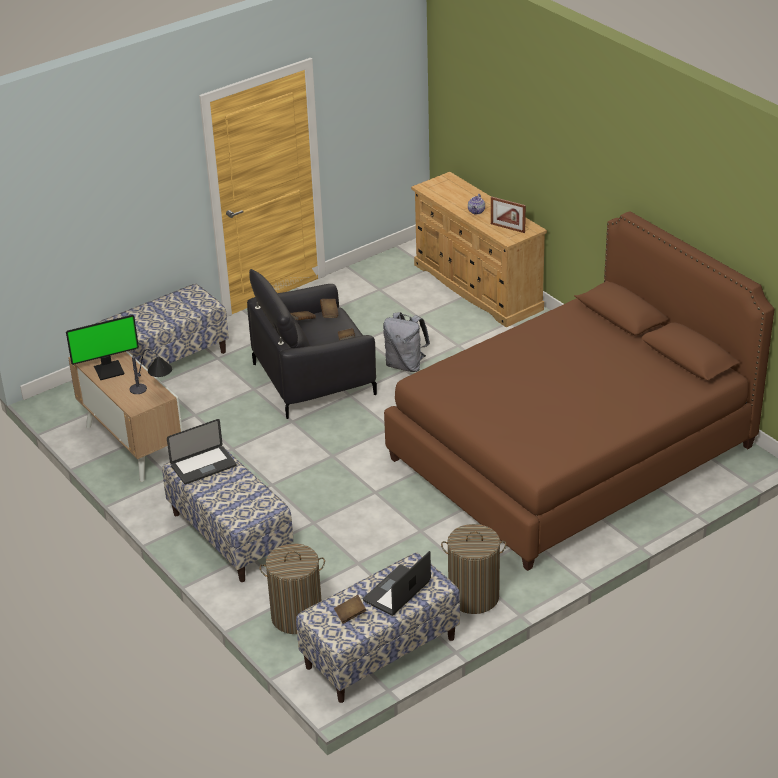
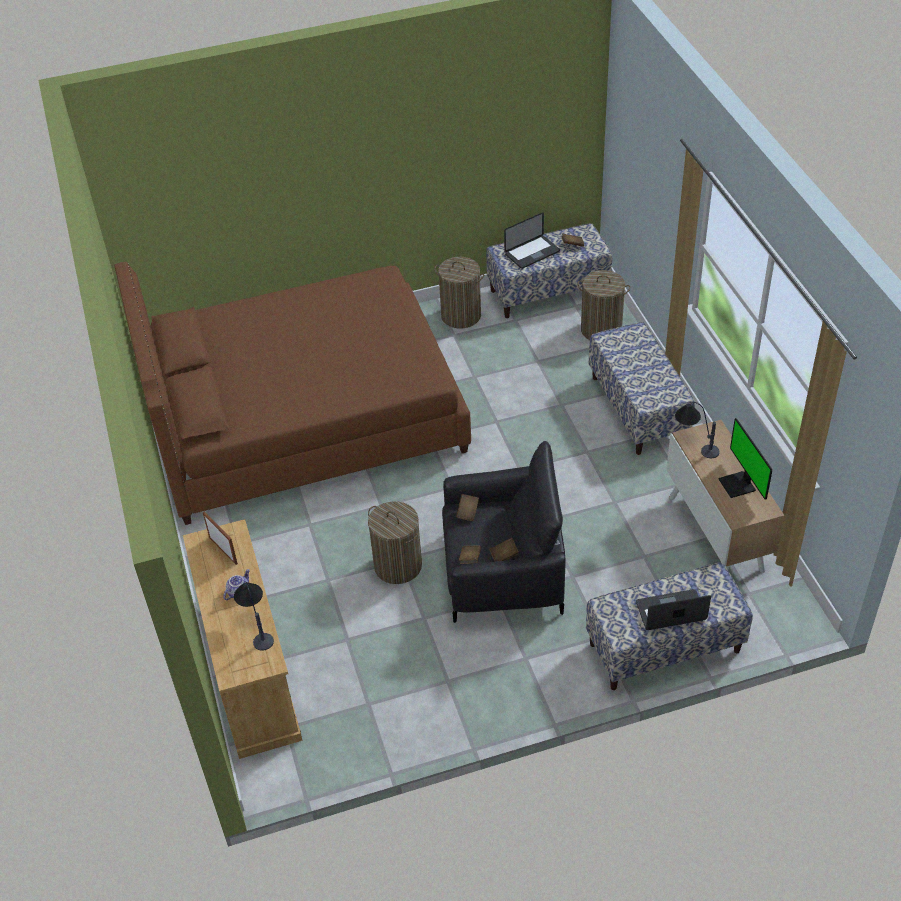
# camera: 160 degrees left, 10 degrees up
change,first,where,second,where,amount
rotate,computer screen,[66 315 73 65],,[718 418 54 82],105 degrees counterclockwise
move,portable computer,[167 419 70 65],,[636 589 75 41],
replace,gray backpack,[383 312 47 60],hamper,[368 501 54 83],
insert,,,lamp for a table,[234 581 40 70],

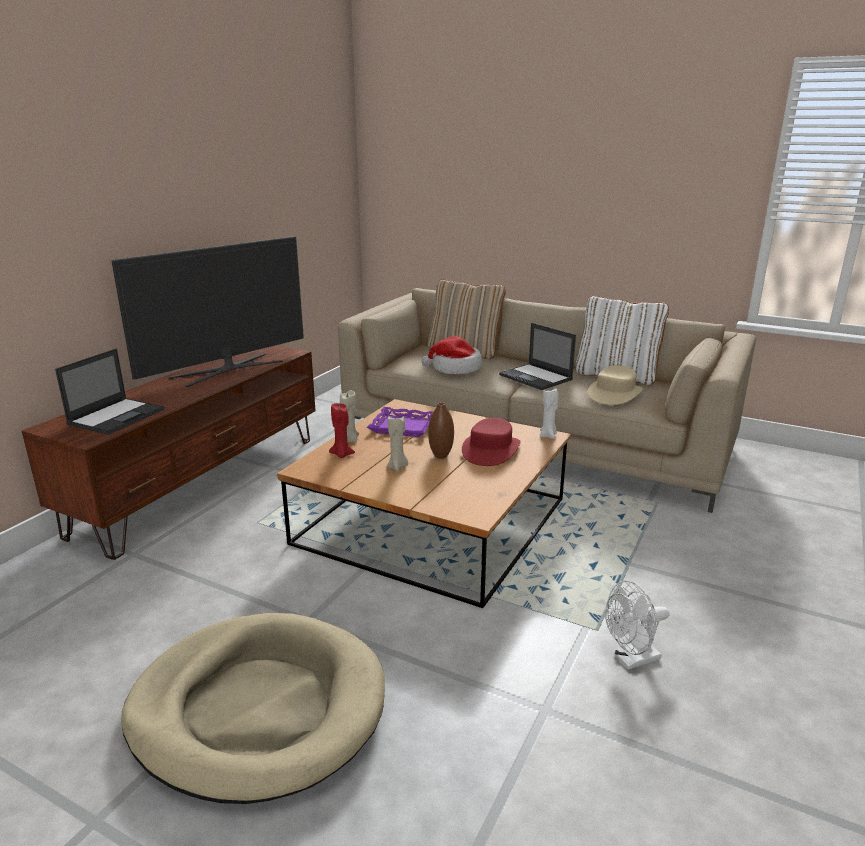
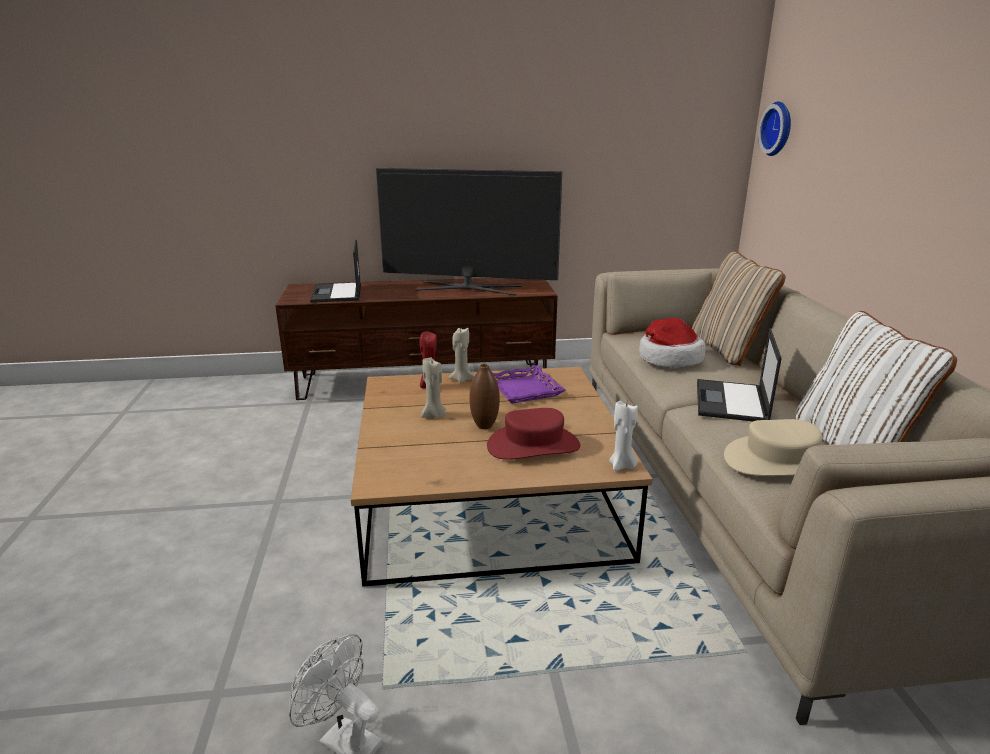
# camera: 55 degrees right, 0 degrees up
change,first,where,second,where,amount
rotate,portable computer,[55 349 109 86],,[310 240 51 63],90 degrees clockwise
delete,beige pet bed,[121 613 264 191],,,
insert,,,clock on the wall,[758 101 33 55],

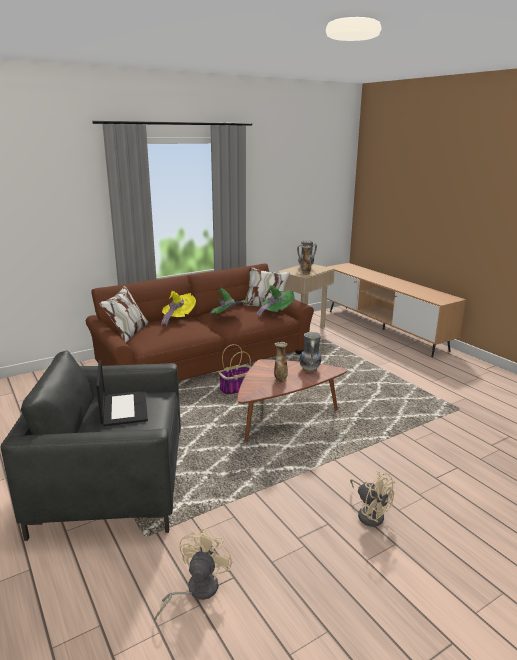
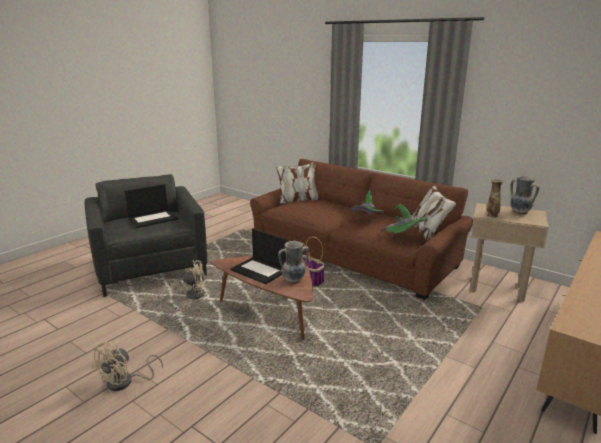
# camera: 70 degrees right, 0 degrees up
change,first,where,second,where,amount
move,beige cooling fan,[155 529 77 91],,[168 260 38 39],
delete,yellow wearable hat,[161 291 35 35],,,
replace,decorative vase,[274 342 14 41],portable computer,[230 229 58 55],

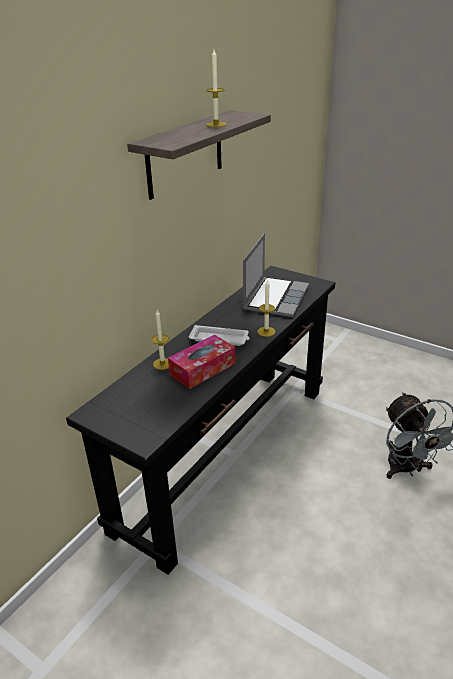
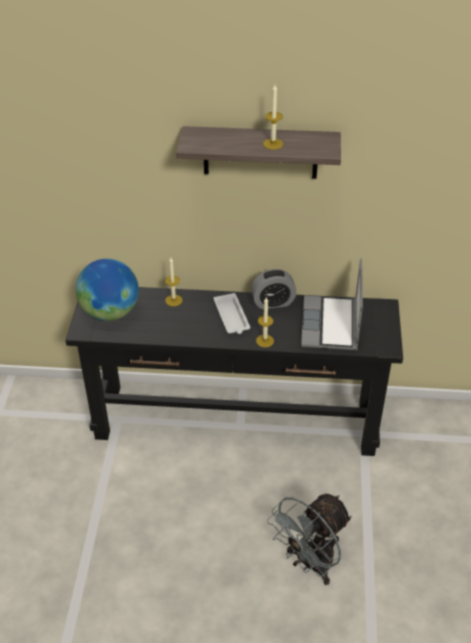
# camera: 60 degrees right, 10 degrees up
change,first,where,second,where,amount
delete,tissue holder,[168 335 68 54],,,
rotate,portable computer,[243 233 66 84],,[301 258 62 92],105 degrees clockwise
insert,,,globe,[76 259 63 62],
insert,,,table clock,[251 269 45 40],

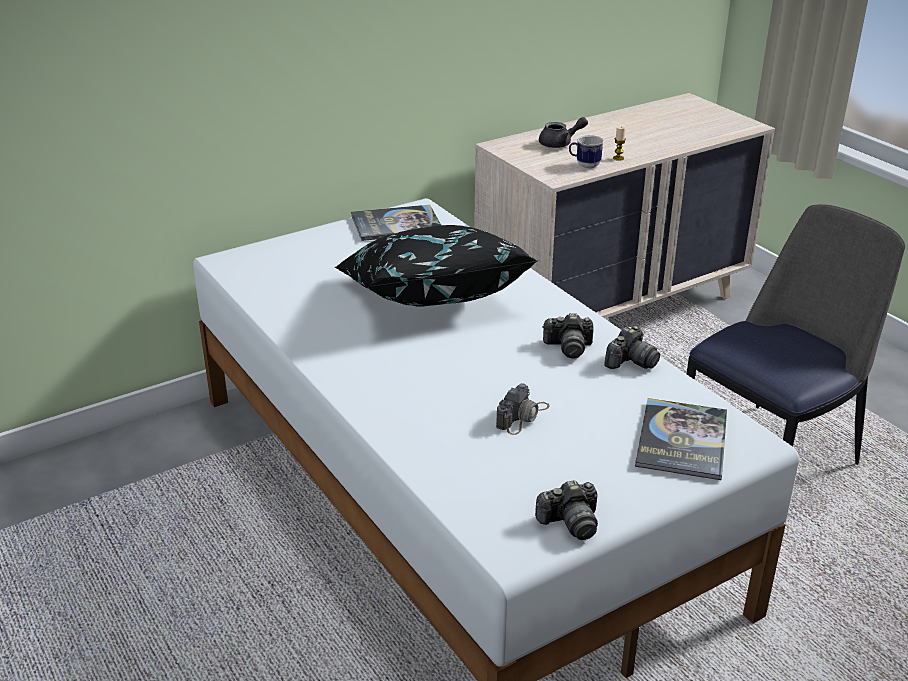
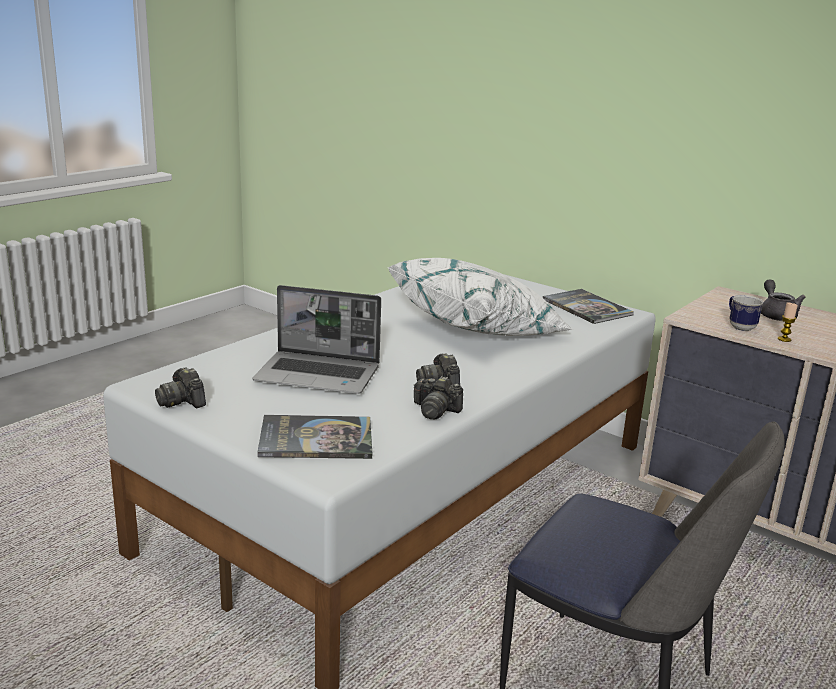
# camera: 70 degrees right, 10 degrees down
change,first,where,second,where,amount
recolor,black cushion,[335 225 204 81],white-coloured cushion,[388 258 185 78],
replace,photo camera,[496 383 54 52],portable computer,[253 285 128 109],
rotate,gray pot for tea,[539 117 49 31],,[761 279 45 42],150 degrees counterclockwise

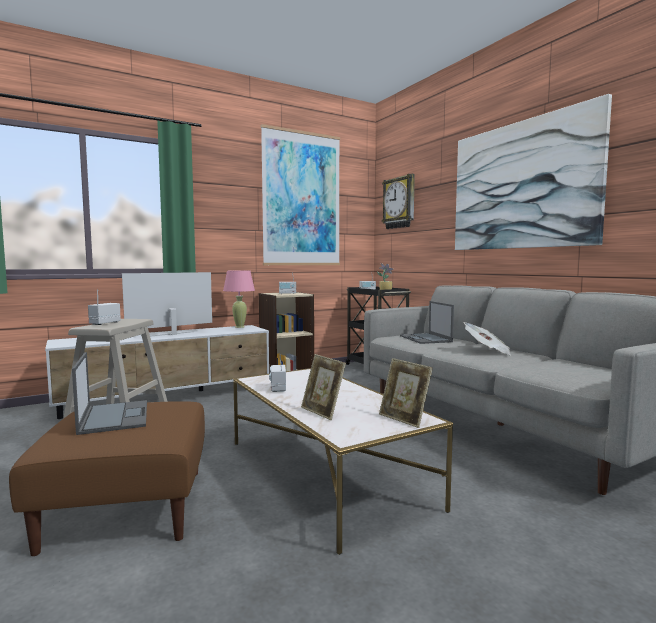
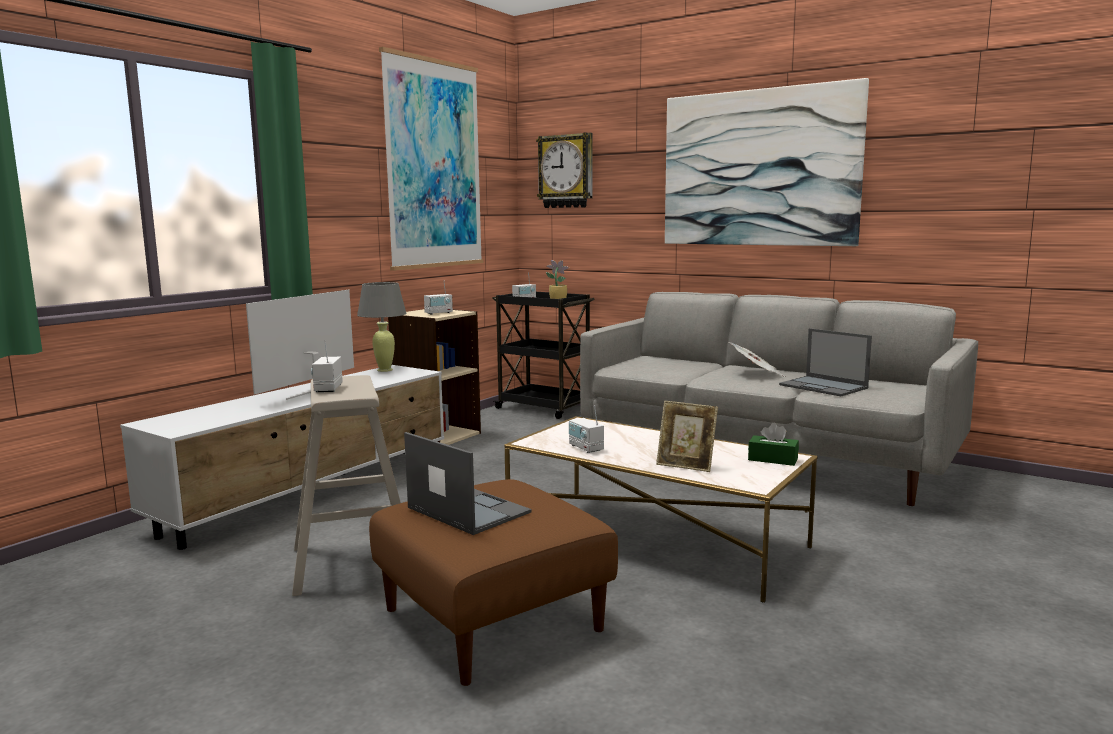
# camera: 25 degrees left, 5 degrees up
change,first,where,second,where,amount
recolor,pink-coloured lamp for a table,[223 270 32 58],gray lamp for a table,[357 282 50 90],
replace,standing frame,[379 358 54 70],green tissue holder,[748 423 51 43],
move,portable computer,[400 301 54 43],,[779 328 93 68],

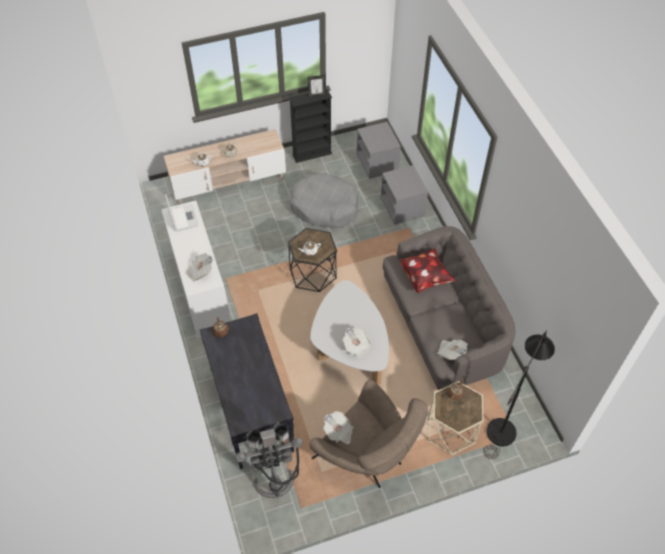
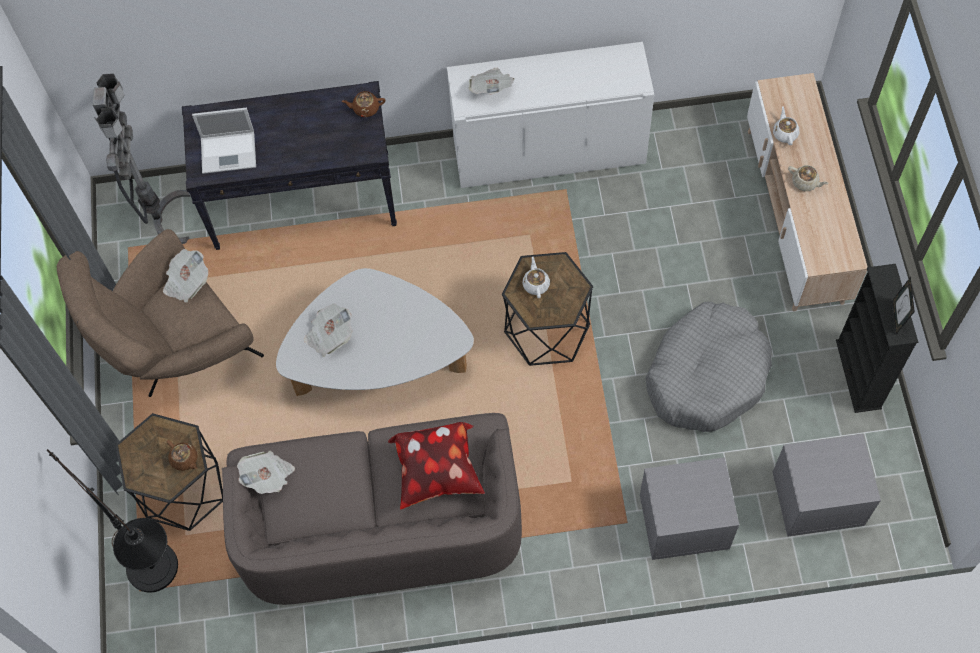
# camera: 105 degrees right, 10 degrees up
change,first,where,second,where,amount
move,portable computer,[165 194 34 38],,[192 108 64 66],
recolor,beige end table,[428 381 56 74],black end table,[115 413 108 118],

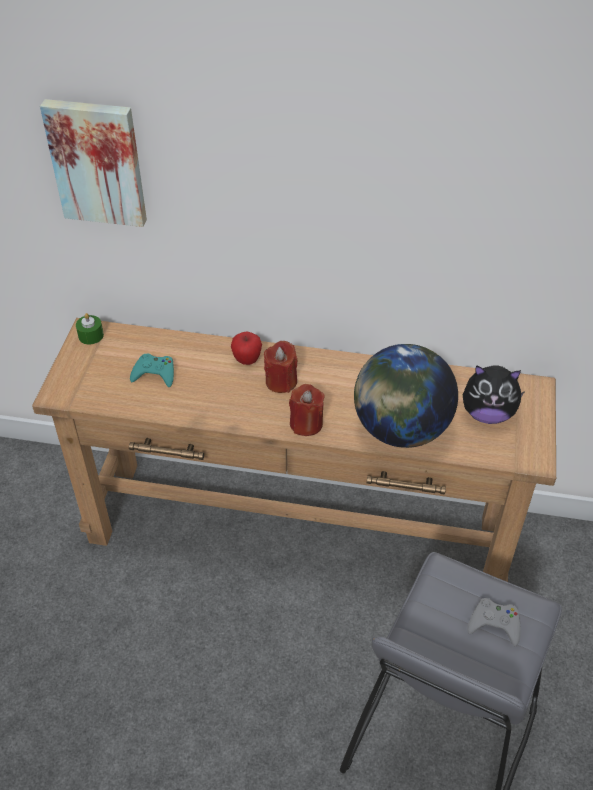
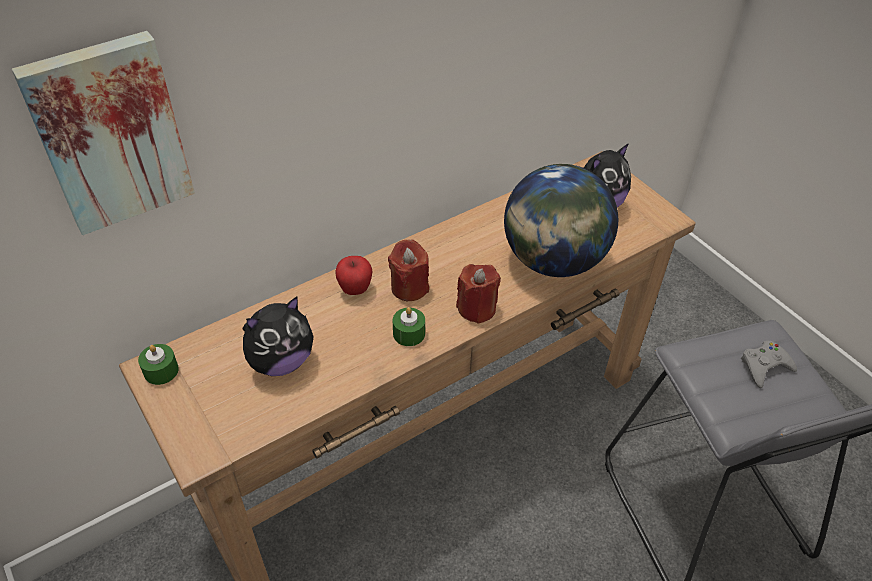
# camera: 45 degrees left, 0 degrees up
change,first,where,second,where,amount
replace,turquoise gamepad,[130 354 44 33],cuddly toy,[242 297 72 79],
insert,,,green wax candle,[393 307 32 39],

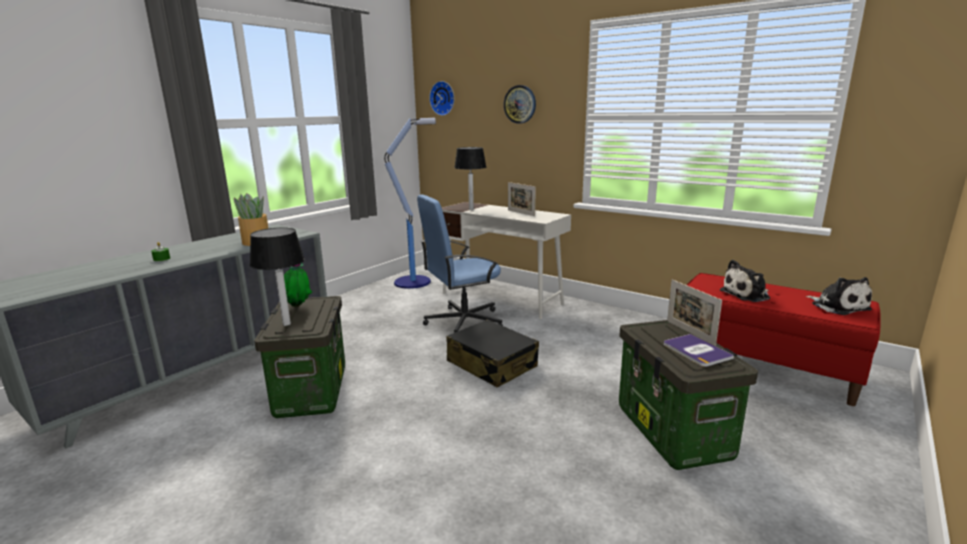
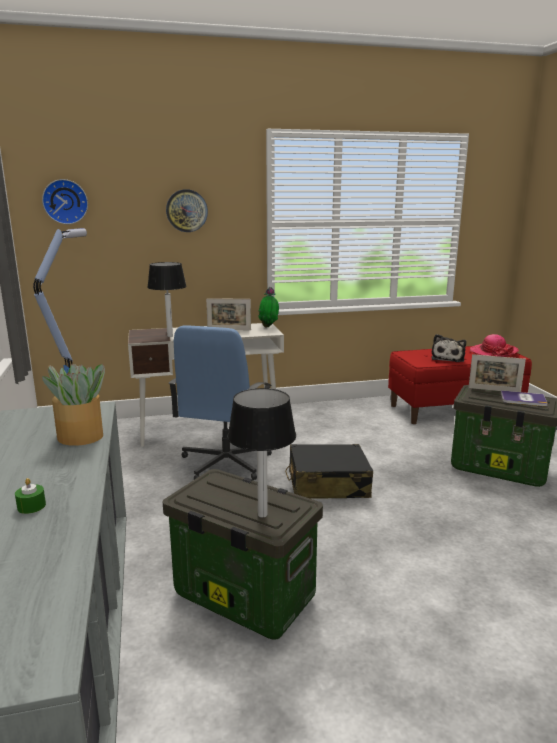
# camera: 50 degrees left, 0 degrees up
change,first,where,second,where,amount
move,potted plant,[284 263 28 44],,[259 287 20 41],
replace,cuddly toy,[806 277 66 38],wearable hat,[470 334 49 23],

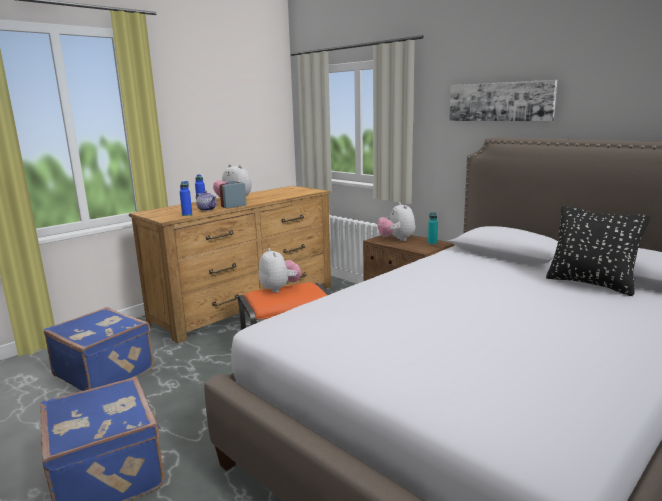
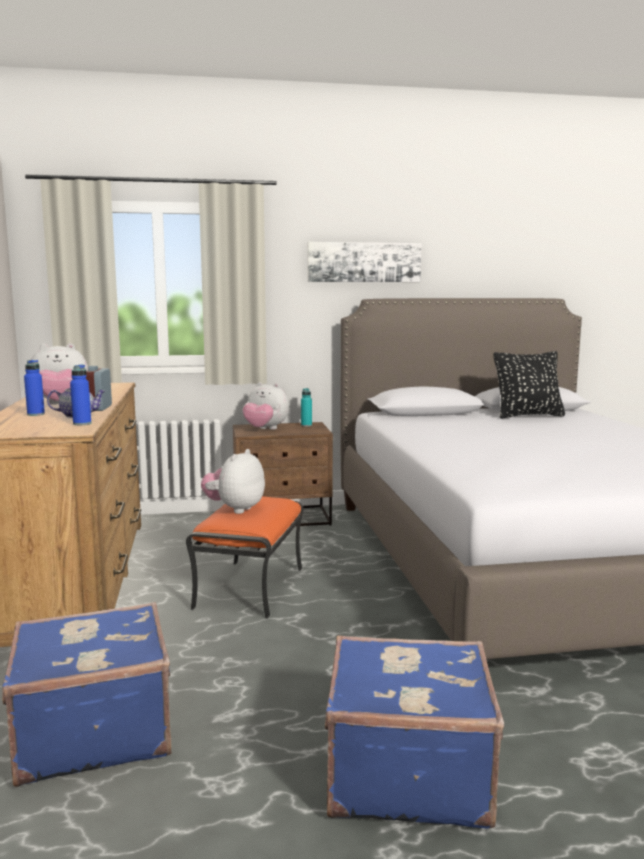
# camera: 55 degrees left, 5 degrees down
change,first,where,second,where,amount
rotate,cuddly toy,[259 248 42 45],,[201 449 64 65],75 degrees counterclockwise

